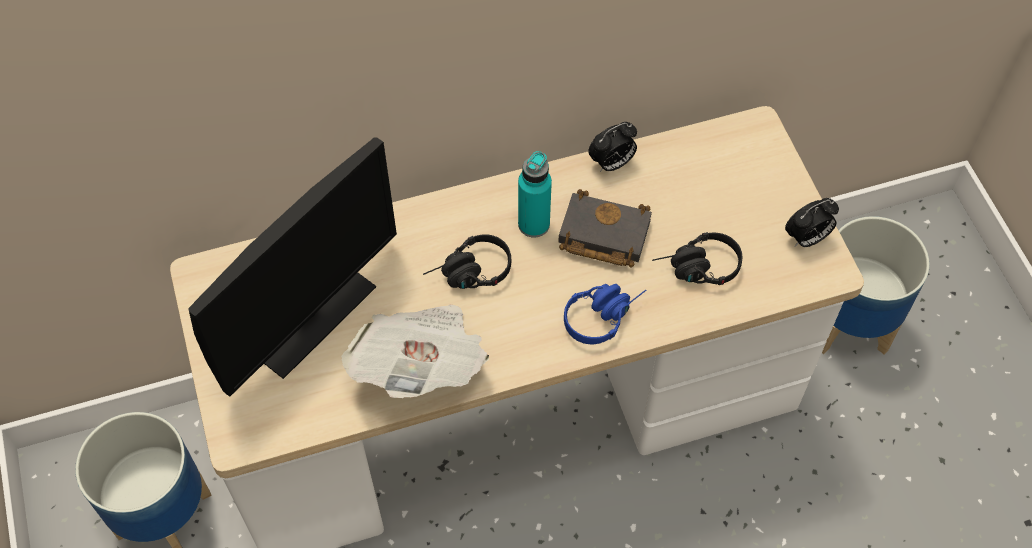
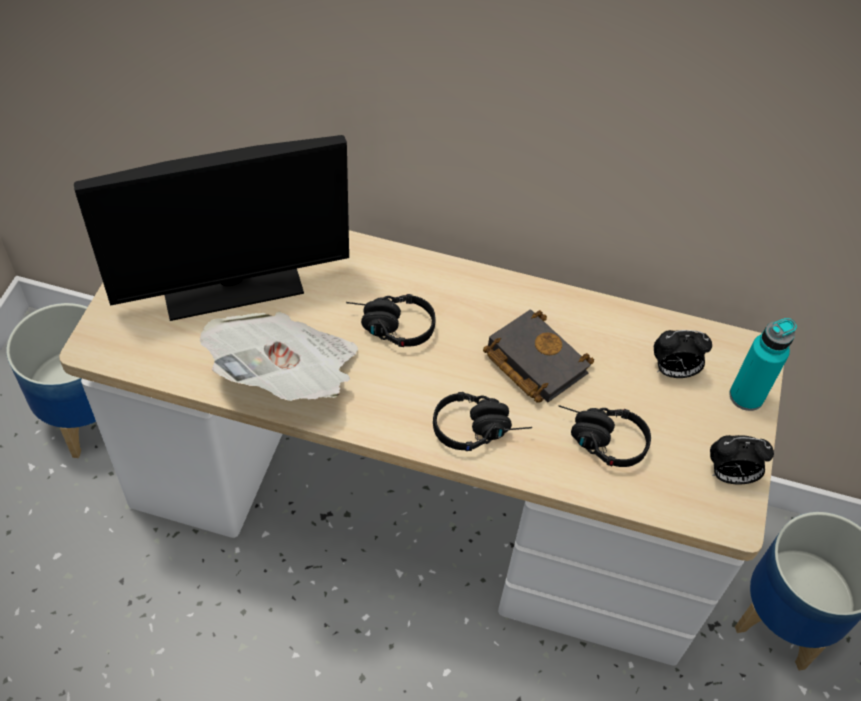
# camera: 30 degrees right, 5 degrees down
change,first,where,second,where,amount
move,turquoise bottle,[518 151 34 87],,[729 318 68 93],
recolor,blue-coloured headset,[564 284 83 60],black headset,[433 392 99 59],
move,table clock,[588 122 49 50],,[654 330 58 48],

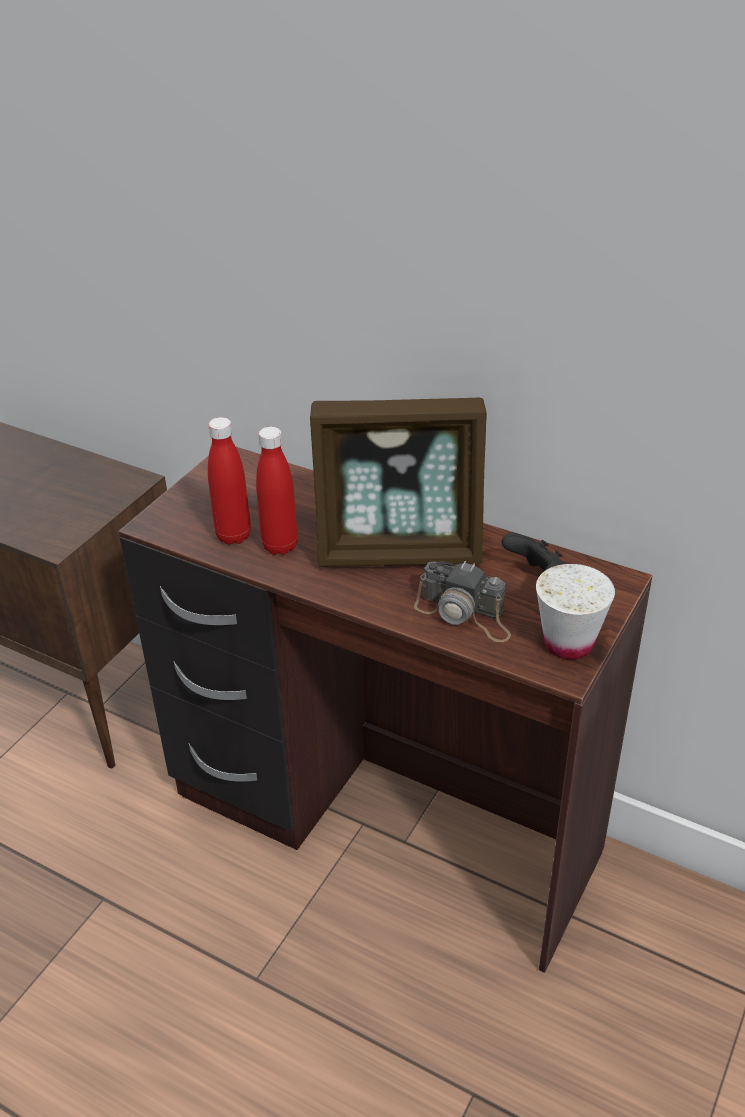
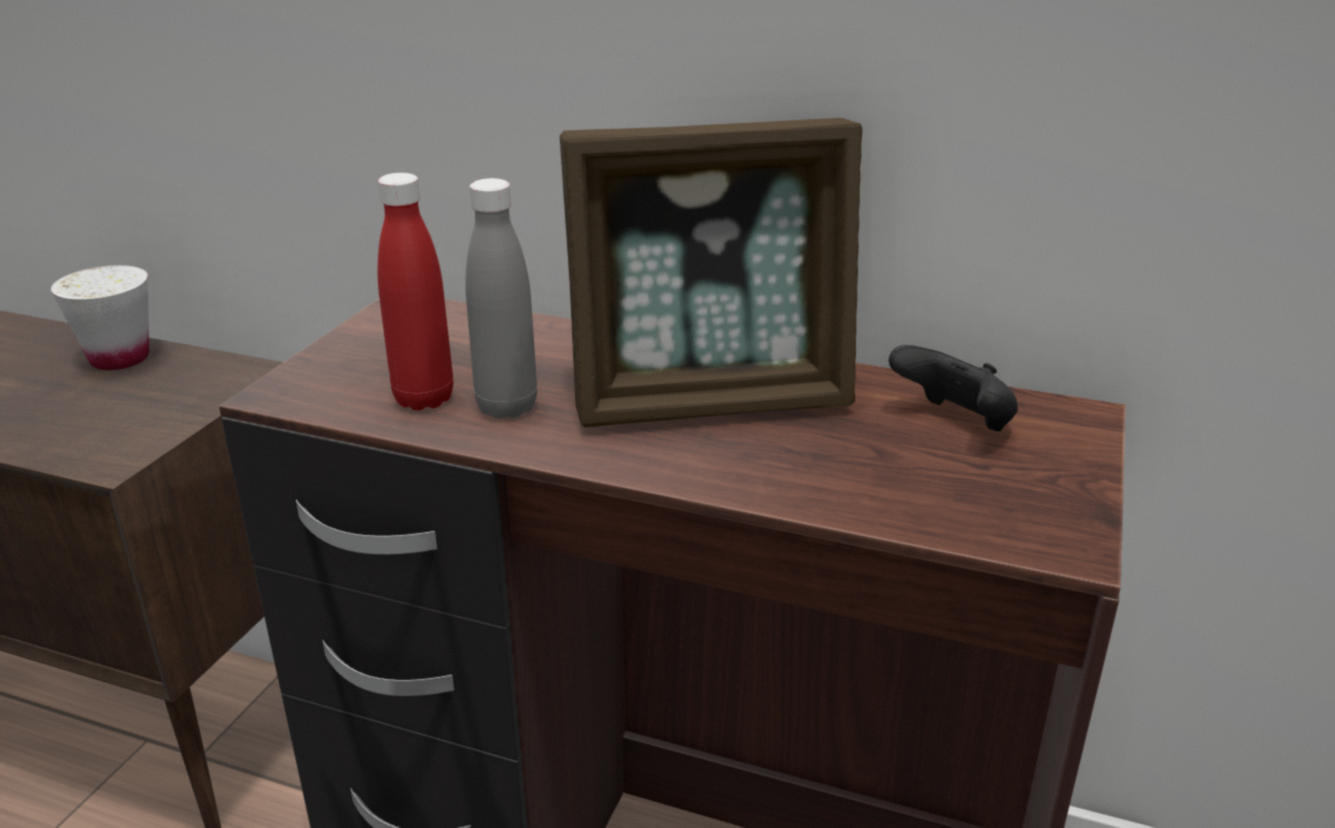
# camera: 10 degrees left, 10 degrees down
change,first,where,second,where,amount
recolor,red-coloured bottle,[256 427 42 128],gray bottle,[465 178 72 241],
delete,photo camera,[414 561 97 81],,,
move,white-coloured small cup,[536 564 79 95],,[51 265 98 105],

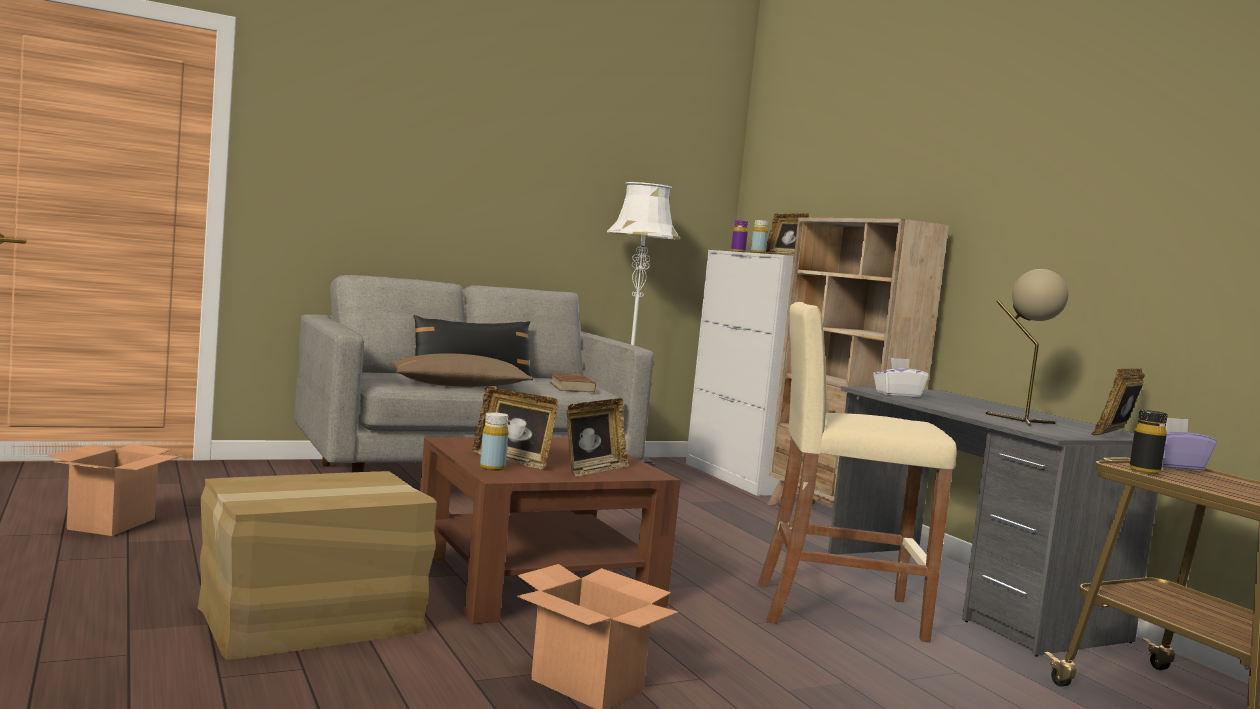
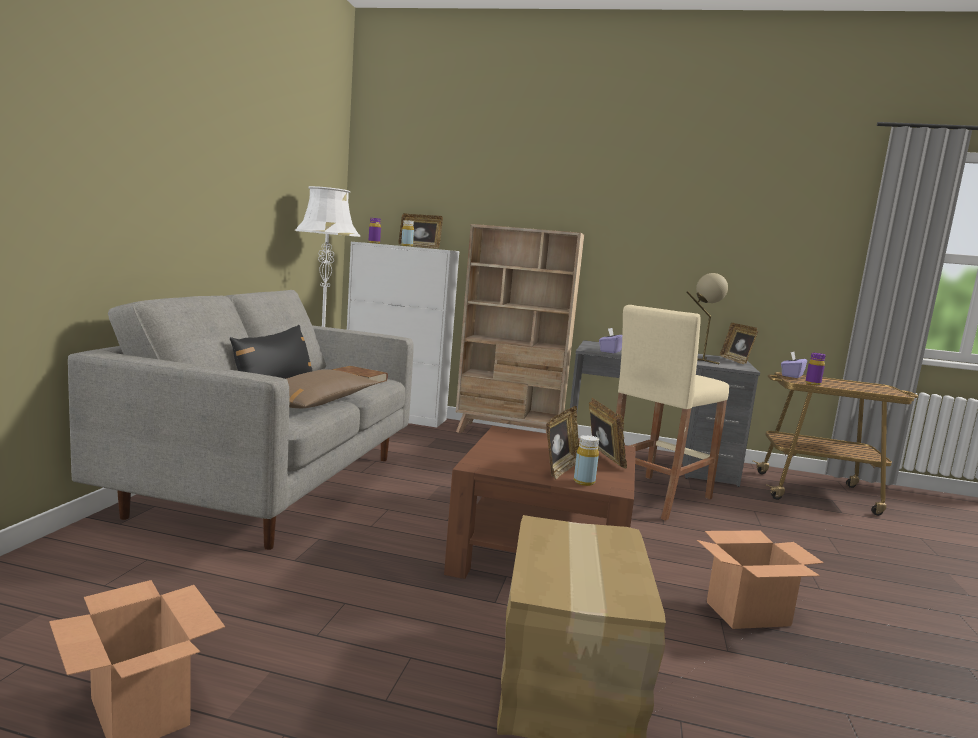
# camera: 50 degrees left, 5 degrees up
change,first,where,second,where,amount
rotate,standing frame,[472 387 86 82],,[546 406 33 73],45 degrees counterclockwise
recolor,white-coloured tissue holder,[873 358 55 39],purple tissue holder,[599 328 23 25],
recolor,black bottle,[1129 410 39 64],purple bottle,[805 353 21 32],

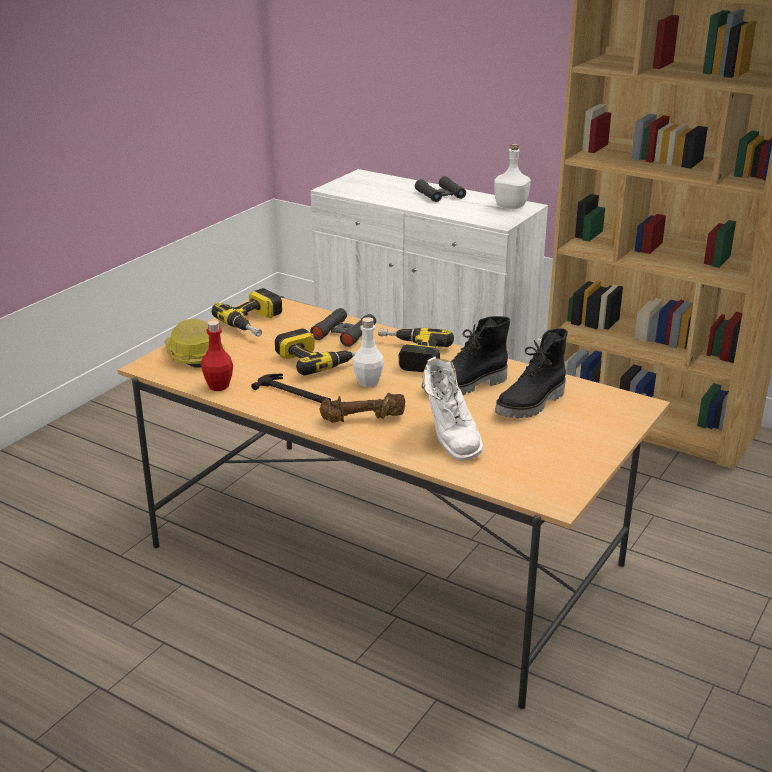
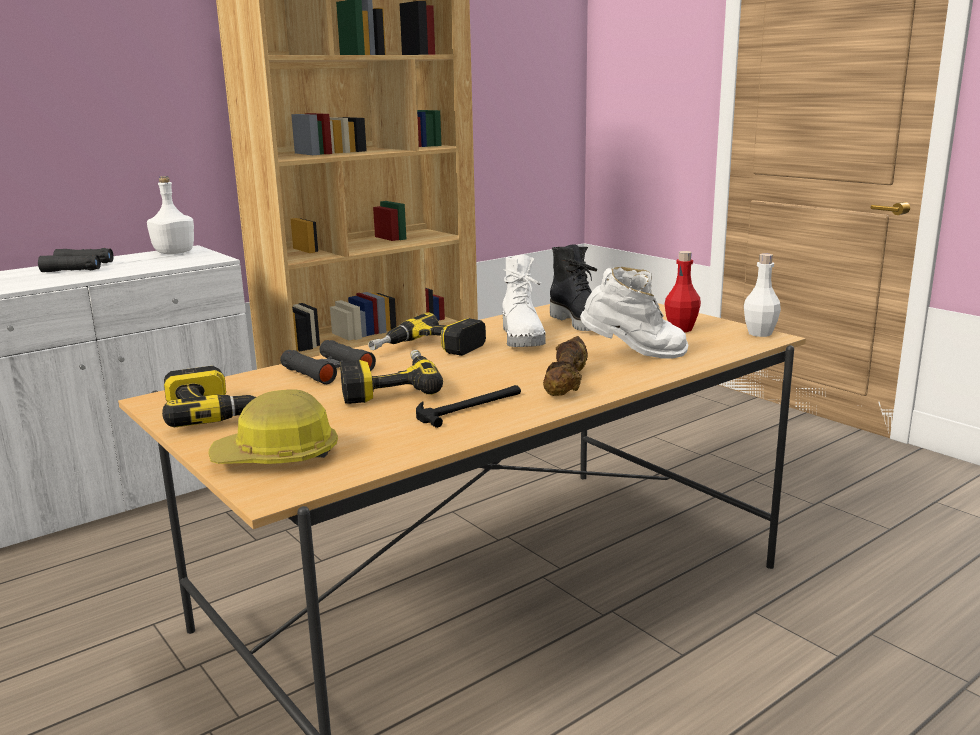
# camera: 70 degrees left, 10 degrees down
change,first,where,second,where,amount
move,red-coloured bottle,[201 321 32 70],,[665 251 36 81],
move,white-coloured bottle,[352 317 32 70],,[744 253 37 84],
recolor,black boot,[421 316 89 79],white-coloured boot,[502 254 44 93],

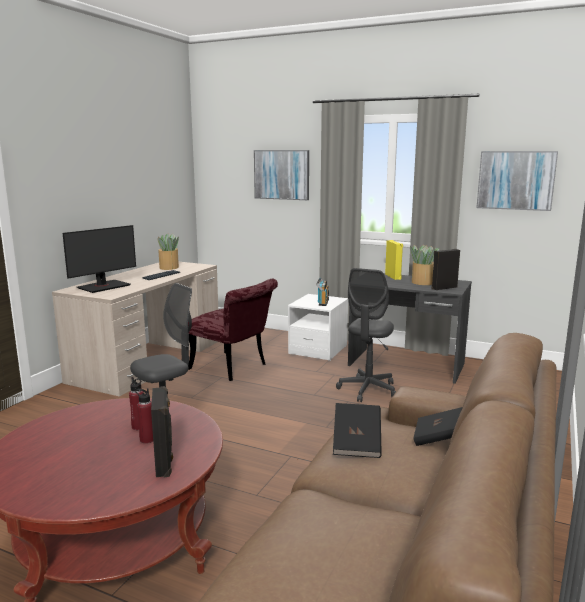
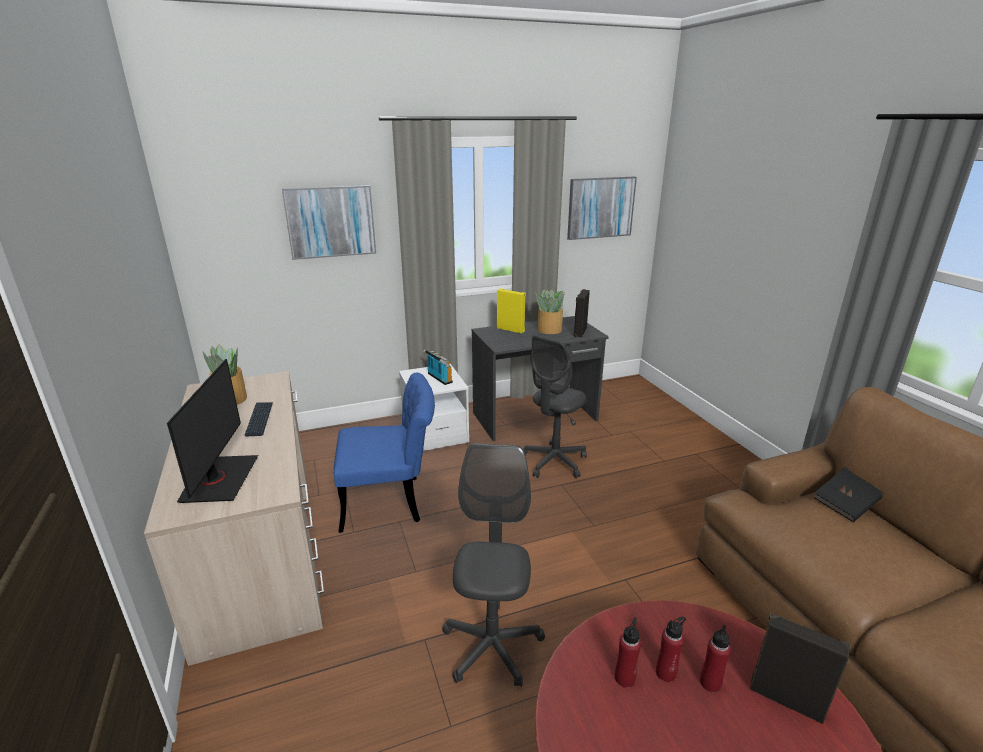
# camera: 45 degrees left, 10 degrees up
change,first,where,second,where,amount
recolor,red-coloured upright chair,[188 279 90 102],blue-coloured upright chair,[334 373 101 160],
delete,black bound book,[333 403 49 55],,,
rotate,gray desk chair,[336 268 60 134],,[523 336 64 142],60 degrees clockwise
insert,,,red-coloured bottle,[615 618 26 70],

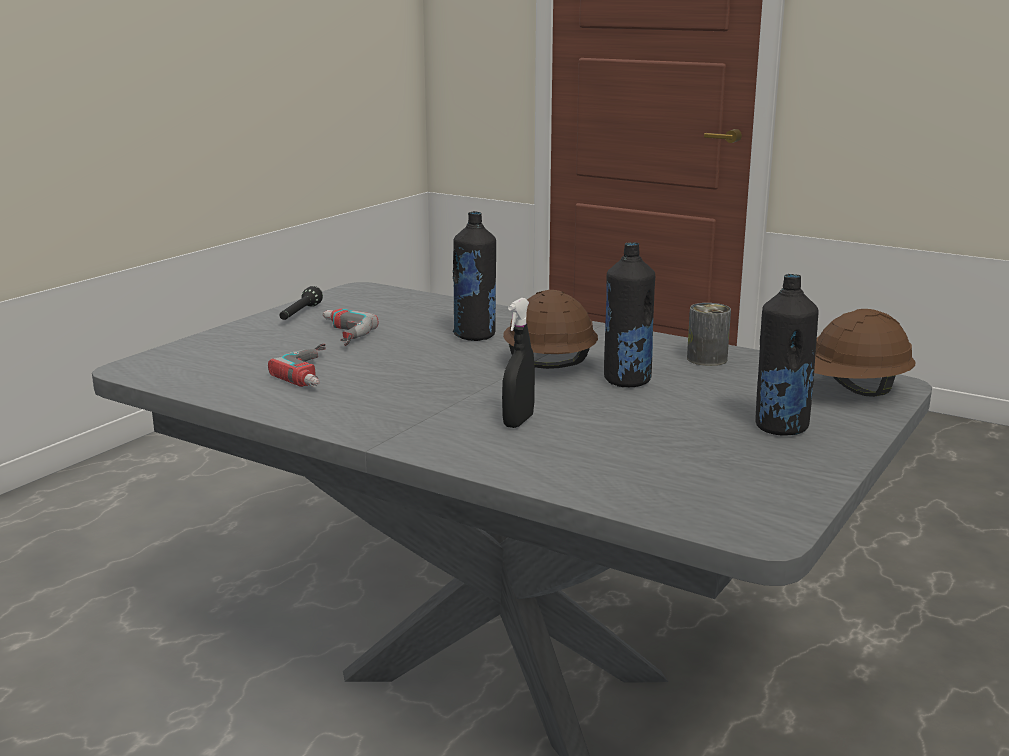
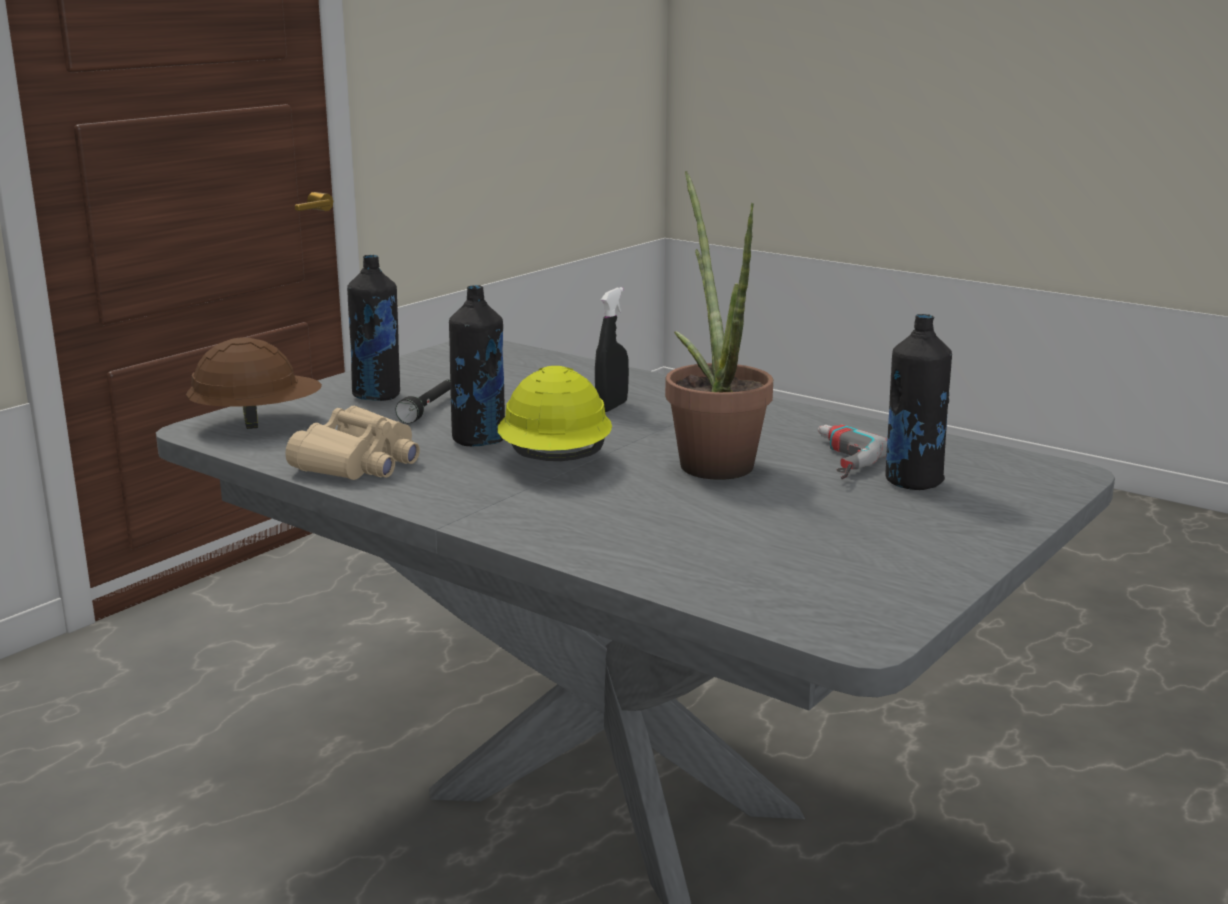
# camera: 175 degrees left, 0 degrees up
change,first,where,second,where,amount
move,black hand torch,[279 286 44 34],,[396 380 54 43],
delete,drill,[323 308 56 38],,,
move,black bottle,[453 211 43 130],,[885 314 67 176],
recolor,brown safety helmet,[503 290 95 79],yellow safety helmet,[498 366 114 95],
replace,sealed can,[687 303 44 63],beige field glasses,[285 406 135 74],
insert,,,potted plant,[665 171 108 309],

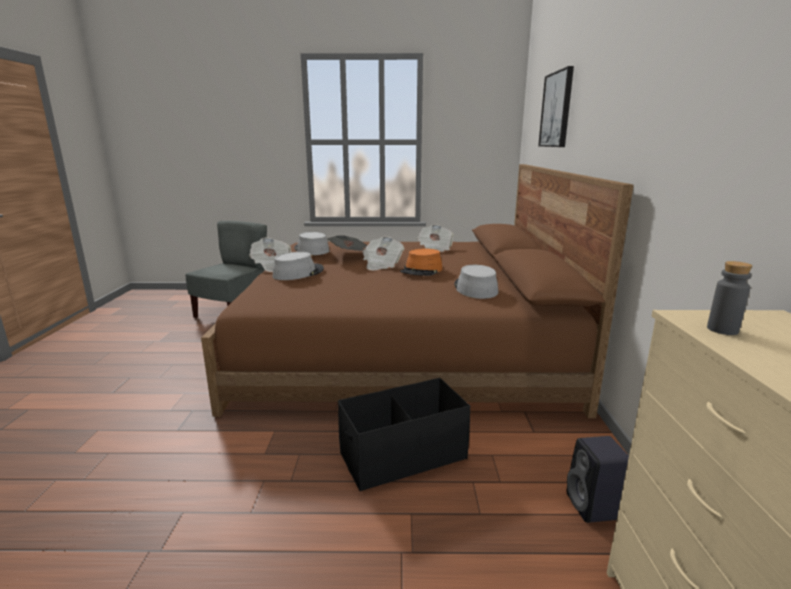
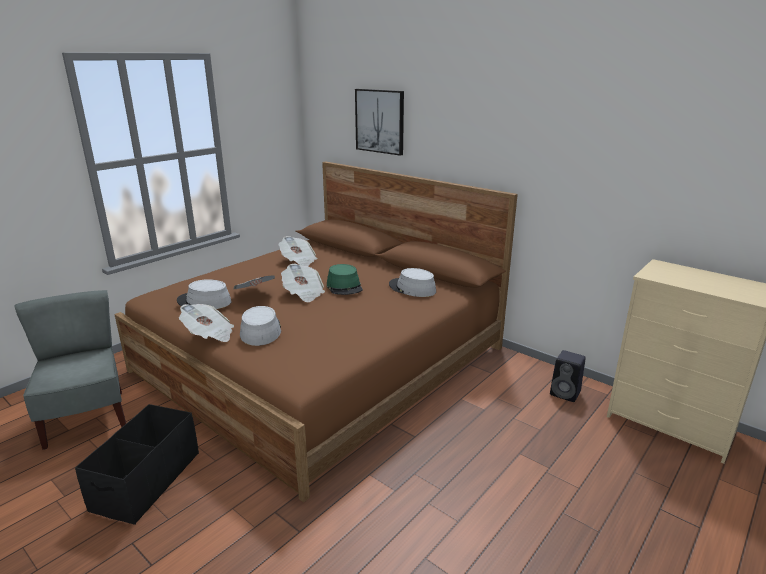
# camera: 50 degrees left, 5 degrees up
change,first,where,second,where,amount
move,black storage bin,[338 378 132 114],,[75 404 124 121],
recolor,orange wearable hat,[400 249 43 27],green wearable hat,[327 264 36 31],
delete,gray bottle,[707 261 45 74],,,

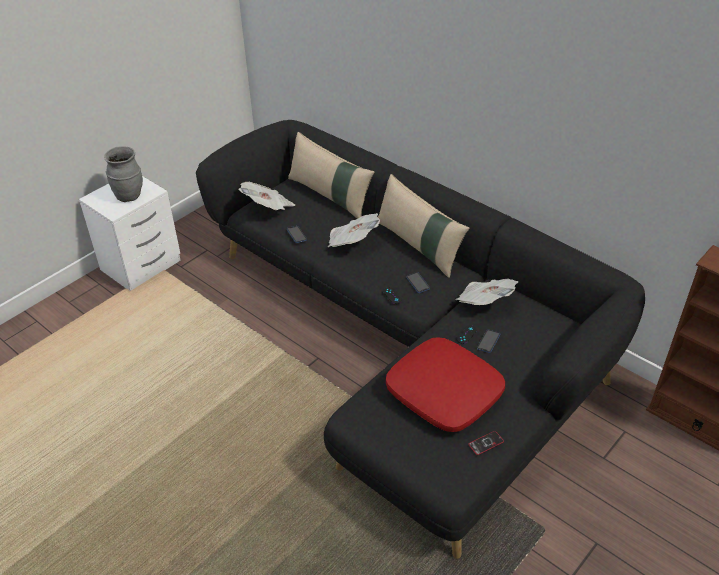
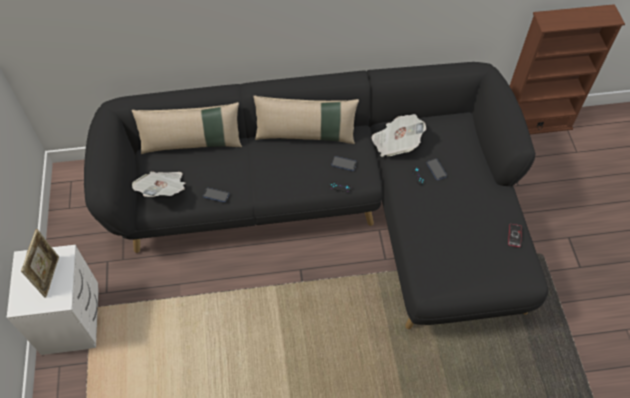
# camera: 50 degrees left, 15 degrees up
change,first,where,second,where,amount
replace,gray decorative vase,[104 146 39 56],standing frame,[21 229 38 69],
delete,newspaper,[328 213 52 34],,,
delete,red-coloured cushion,[386 337 119 95],,,

